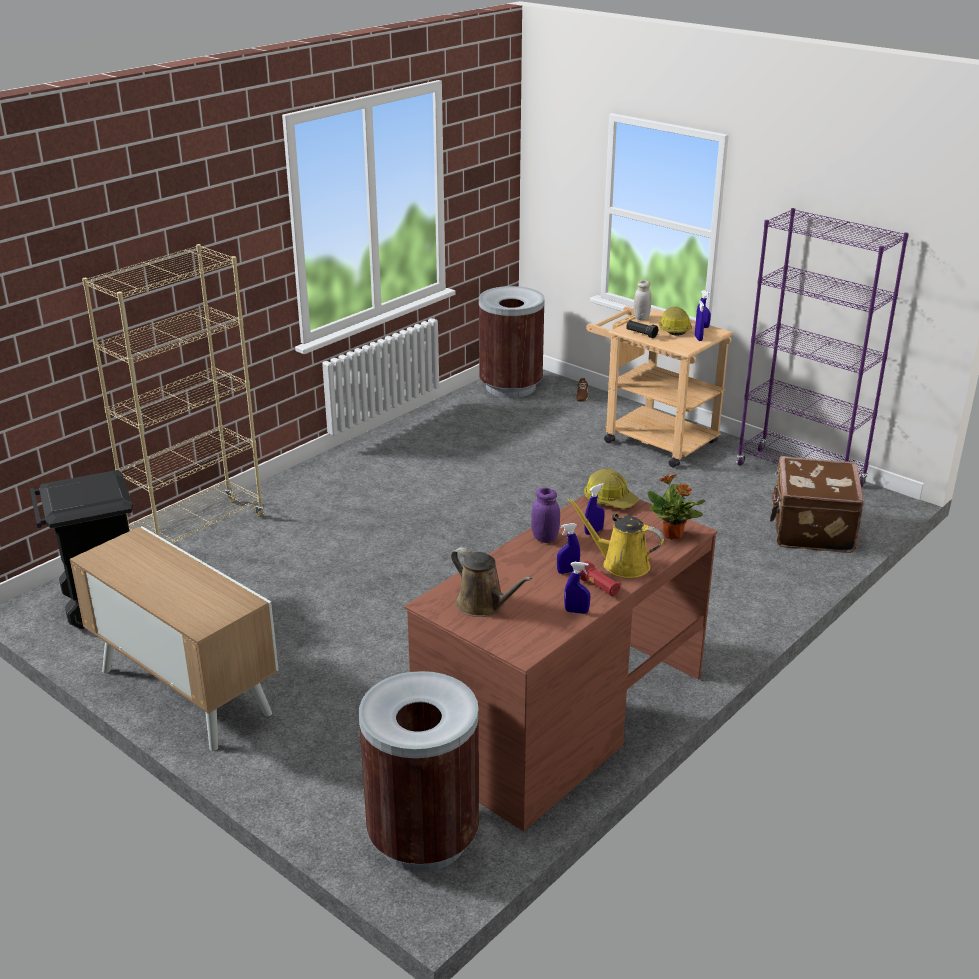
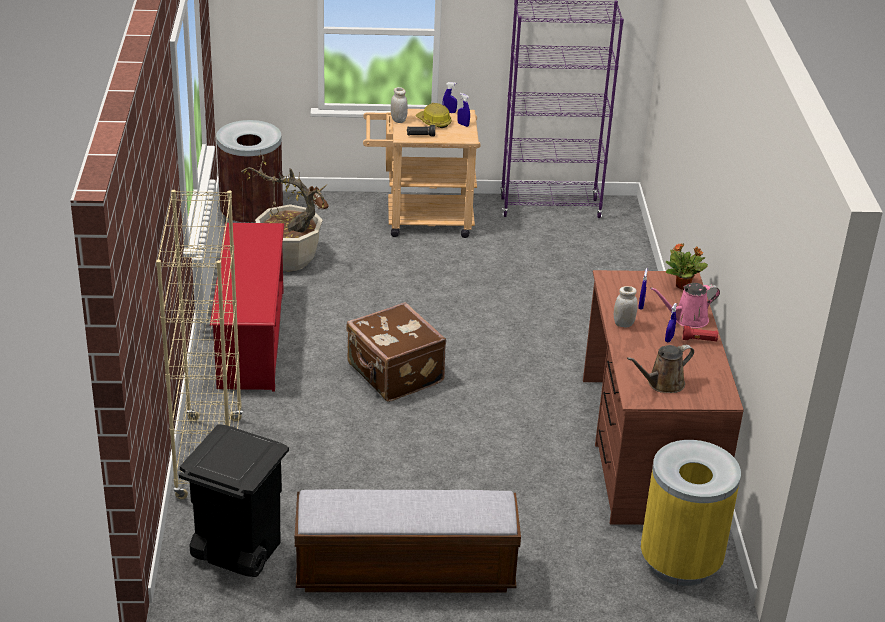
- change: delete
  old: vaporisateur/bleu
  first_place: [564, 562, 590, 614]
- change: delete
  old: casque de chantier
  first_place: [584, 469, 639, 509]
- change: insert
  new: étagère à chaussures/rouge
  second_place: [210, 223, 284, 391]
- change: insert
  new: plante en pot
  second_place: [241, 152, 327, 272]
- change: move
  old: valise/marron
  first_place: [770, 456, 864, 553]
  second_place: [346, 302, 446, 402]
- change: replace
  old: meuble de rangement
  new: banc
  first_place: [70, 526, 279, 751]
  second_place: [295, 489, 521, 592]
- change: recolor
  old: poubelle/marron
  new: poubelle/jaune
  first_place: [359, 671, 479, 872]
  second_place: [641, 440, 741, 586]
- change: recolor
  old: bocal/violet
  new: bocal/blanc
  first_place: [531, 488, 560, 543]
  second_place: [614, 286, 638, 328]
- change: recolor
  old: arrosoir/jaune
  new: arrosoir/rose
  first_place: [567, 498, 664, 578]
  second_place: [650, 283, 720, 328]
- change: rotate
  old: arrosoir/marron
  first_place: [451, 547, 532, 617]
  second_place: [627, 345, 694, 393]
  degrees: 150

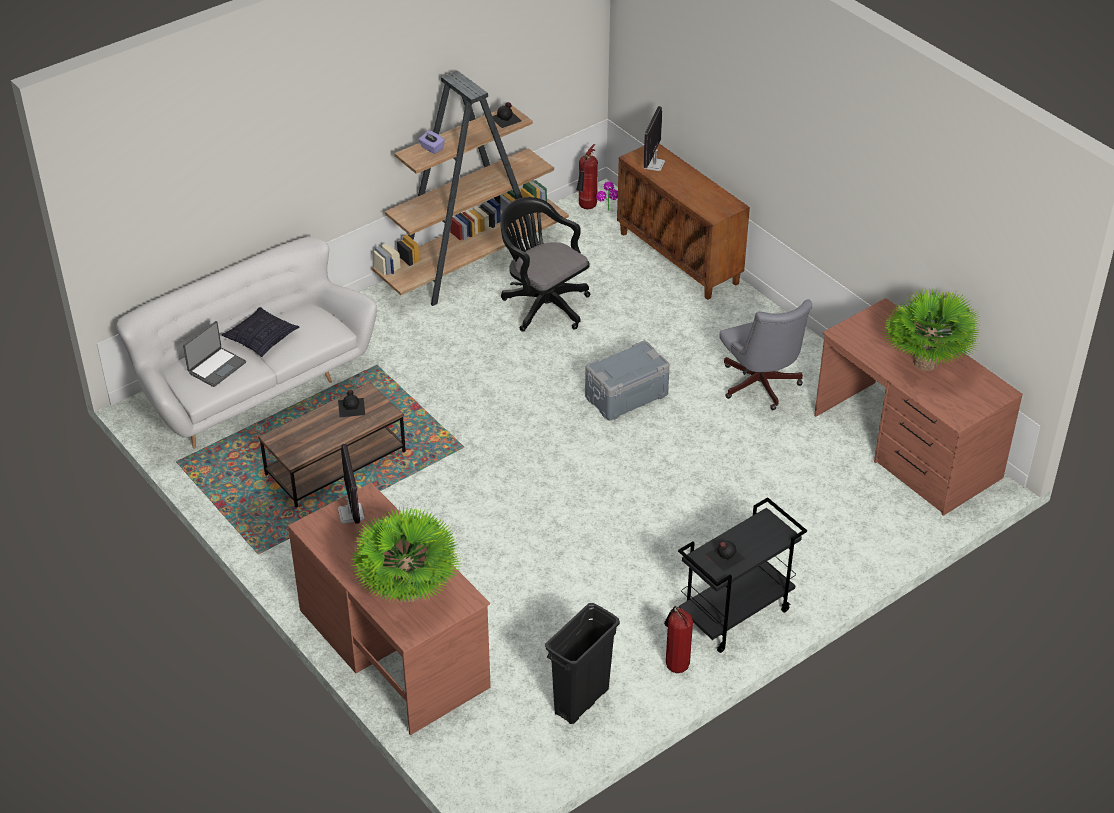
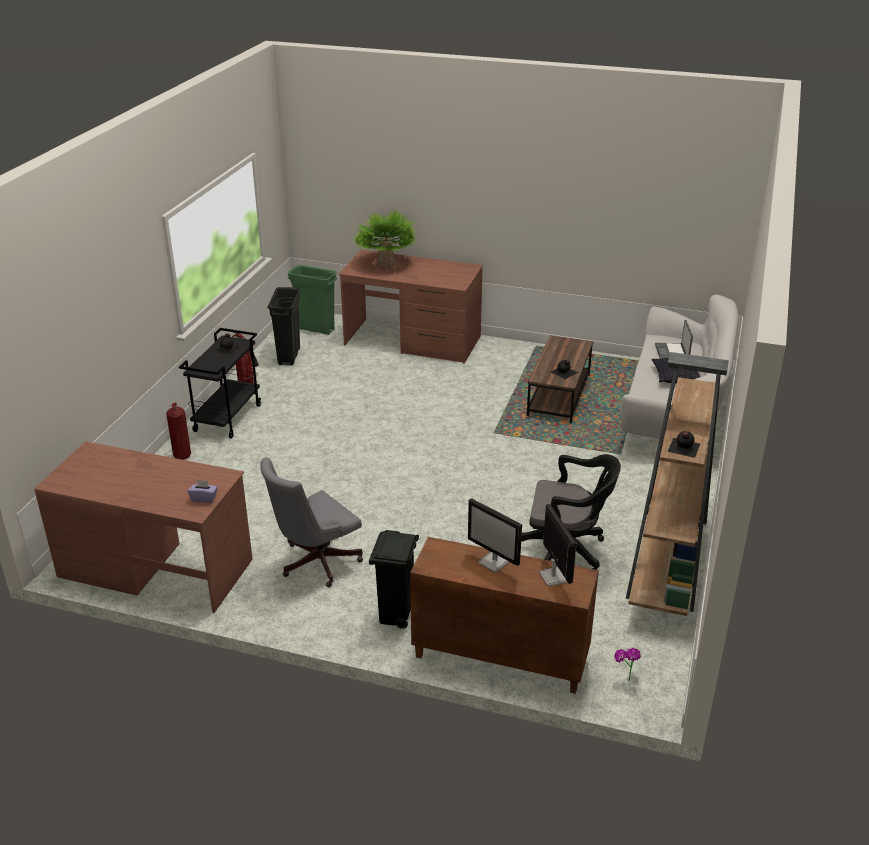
- change: delete
  old: boîte de rangement/gris
  first_place: [585, 341, 670, 420]
- change: delete
  old: plante en pot
  first_place: [883, 288, 980, 371]
- change: insert
  new: poubelle/vert
  second_place: [288, 265, 337, 335]
- change: insert
  new: poubelle/noir
  second_place: [369, 530, 419, 629]
- change: move
  old: écran d'ordinateur
  first_place: [338, 444, 365, 524]
  second_place: [468, 498, 522, 572]
- change: move
  old: boîte à mouchoirs/violet
  first_place: [418, 131, 445, 154]
  second_place: [187, 480, 218, 503]
- change: move
  old: extincteur
  first_place: [576, 144, 598, 209]
  second_place: [166, 403, 191, 460]
- change: rotate
  old: chaise de bureau/gris
  first_place: [720, 299, 812, 410]
  second_place: [260, 458, 363, 587]
  degrees: -75

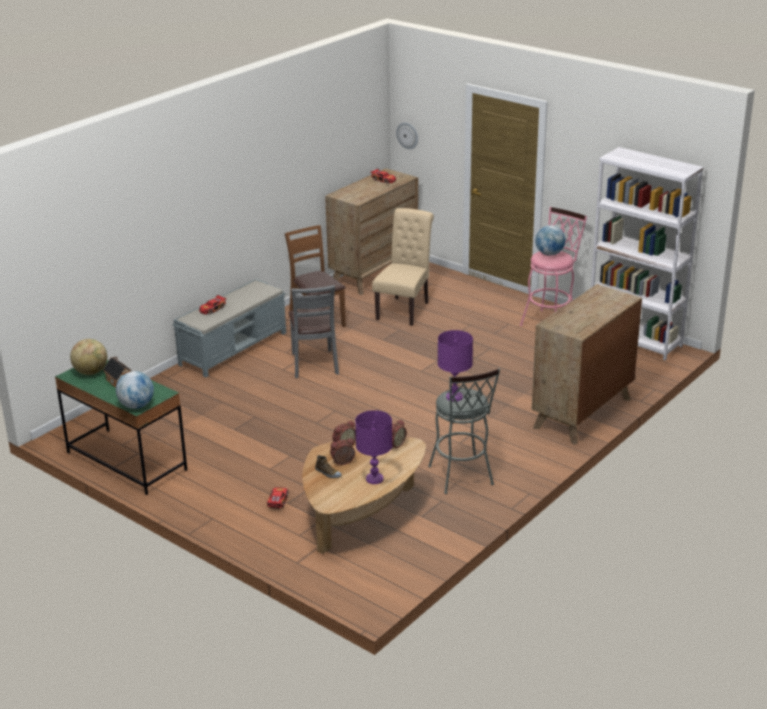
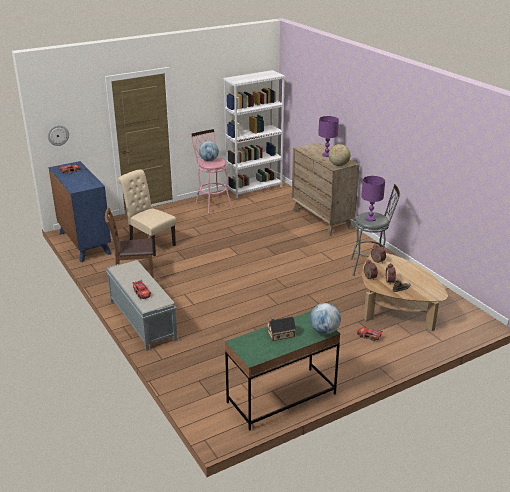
- change: delete
  old: chaise/gris
  first_place: [289, 285, 339, 378]
- change: move
  old: globe
  first_place: [70, 339, 107, 375]
  second_place: [329, 144, 350, 166]
- change: move
  old: lampe de table/violet
  first_place: [355, 410, 392, 484]
  second_place: [318, 116, 339, 157]
- change: recolor
  old: commode/marron
  new: commode/bleu
  first_place: [325, 168, 418, 295]
  second_place: [49, 161, 112, 262]

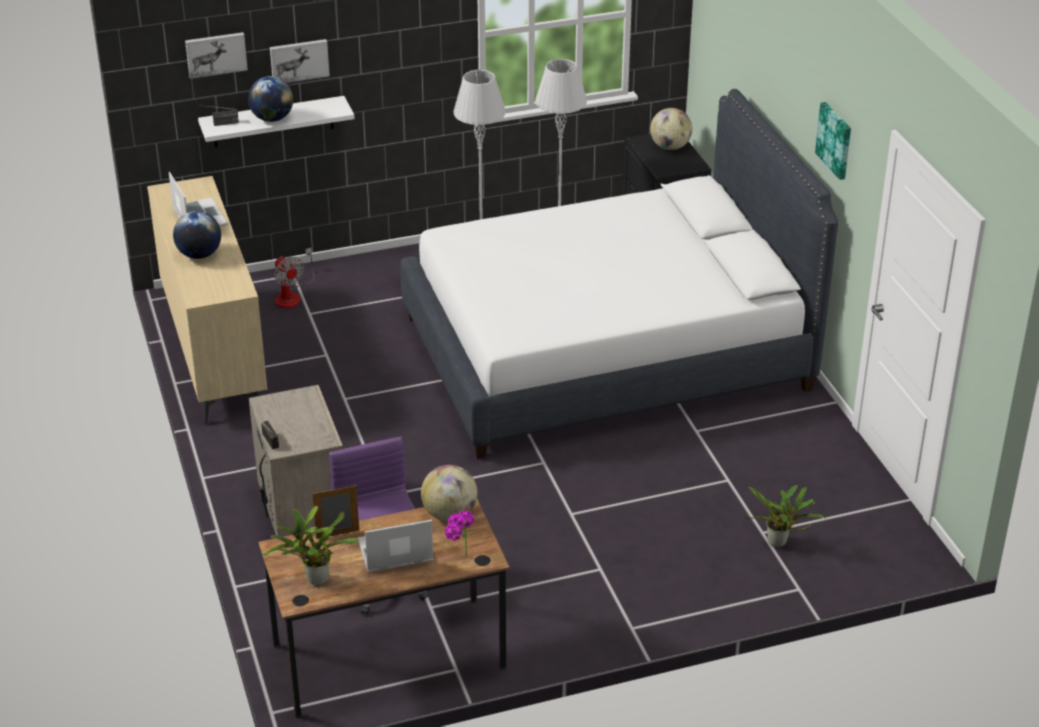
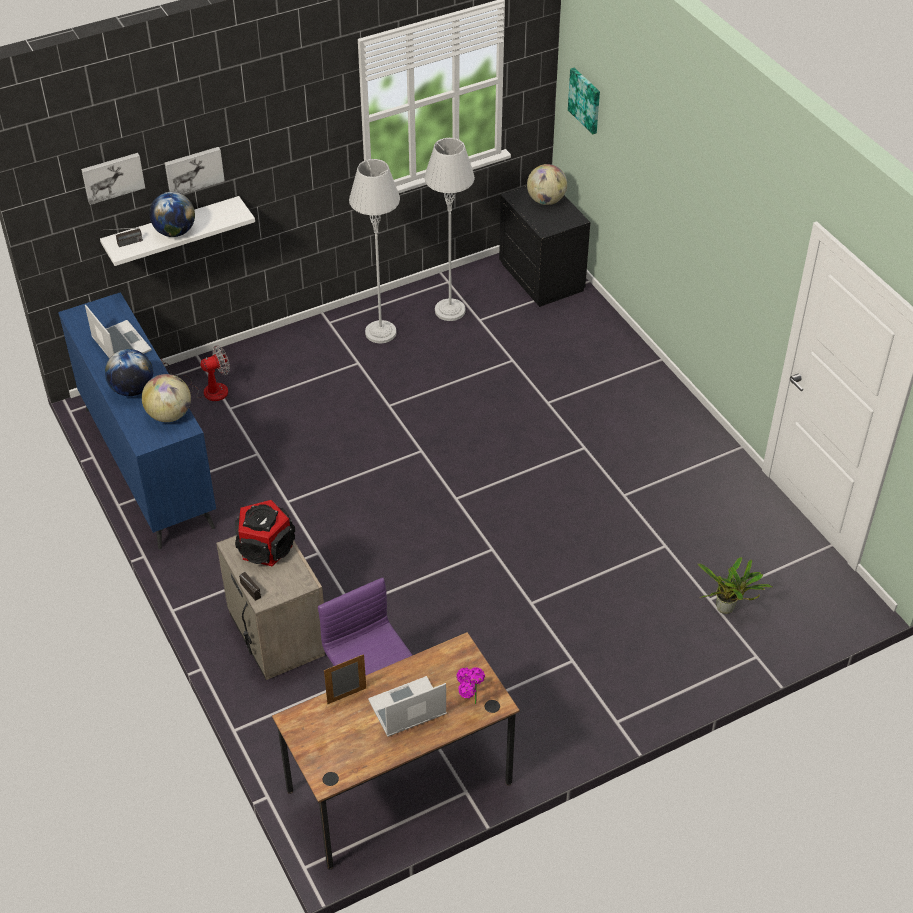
- change: delete
  old: plante en pot
  first_place: [264, 506, 359, 586]
- change: delete
  old: lit/blanc
  first_place: [400, 89, 838, 459]
- change: insert
  new: enceinte
  second_place: [235, 500, 295, 567]
- change: move
  old: globe
  first_place: [421, 465, 477, 521]
  second_place: [142, 374, 191, 422]
- change: move
  old: tableau
  first_place: [815, 102, 851, 180]
  second_place: [568, 68, 600, 134]
- change: recolor
  old: commode/beige
  new: commode/bleu
  first_place: [147, 176, 267, 425]
  second_place: [58, 292, 216, 550]
- change: rotate
  old: ventilateur
  first_place: [274, 248, 314, 308]
  second_place: [161, 345, 230, 401]
  degrees: -75

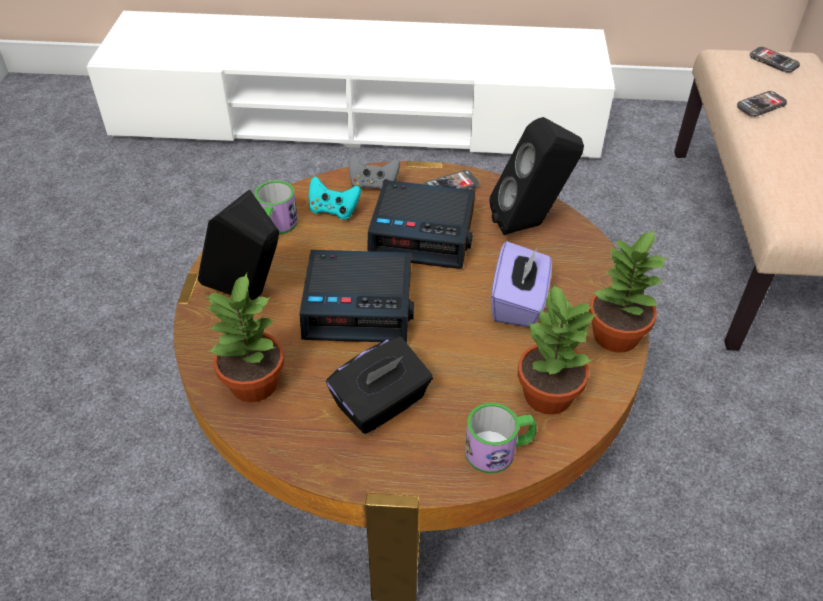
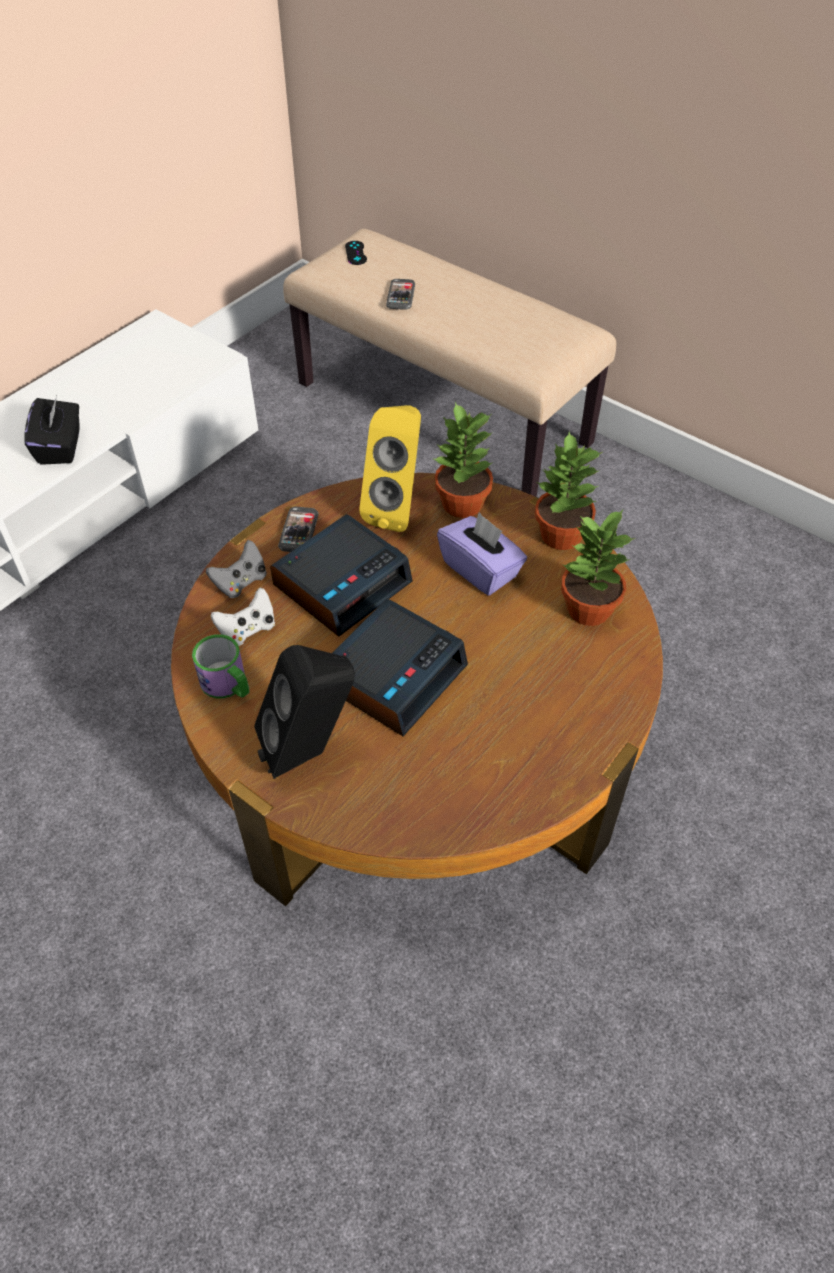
- change: delete
  old: mug
  first_place: [465, 403, 537, 474]
- change: move
  old: plante en pot
  first_place: [205, 273, 284, 402]
  second_place: [432, 402, 493, 518]
- change: move
  old: boîte à mouchoirs/noir
  first_place: [326, 336, 433, 434]
  second_place: [25, 396, 80, 465]
- change: replace
  old: téléphone
  new: manette/noir
  first_place: [750, 47, 800, 73]
  second_place: [345, 241, 367, 265]
- change: recolor
  old: manette/turquoise
  new: manette/blanc
  first_place: [309, 176, 361, 220]
  second_place: [211, 587, 275, 646]
- change: recolor
  old: enceinte/noir
  new: enceinte/jaune
  first_place: [489, 117, 584, 235]
  second_place: [359, 405, 421, 532]

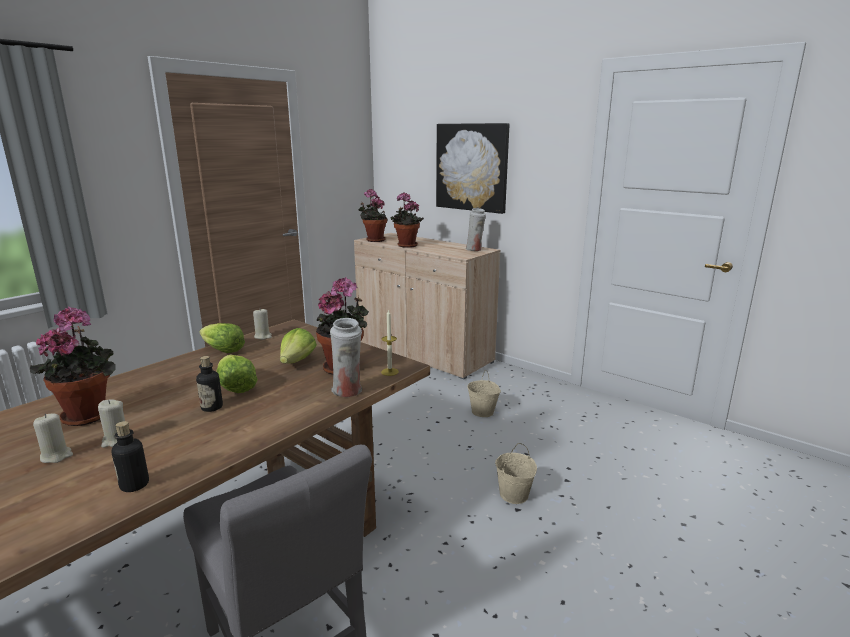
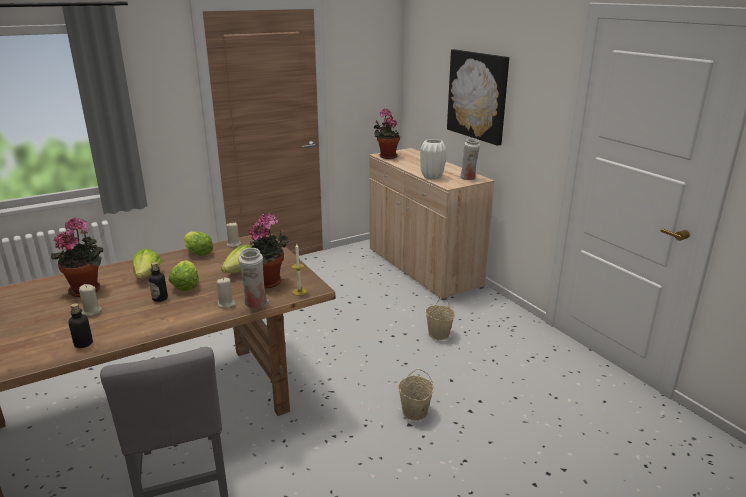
- change: delete
  old: plante en pot
  first_place: [391, 192, 424, 248]
- change: insert
  new: laitue
  second_place: [133, 249, 162, 279]
- change: insert
  new: vase/blanc
  second_place: [420, 139, 446, 179]
- change: move
  old: bougie/beige
  first_place: [33, 414, 73, 463]
  second_place: [217, 278, 236, 308]

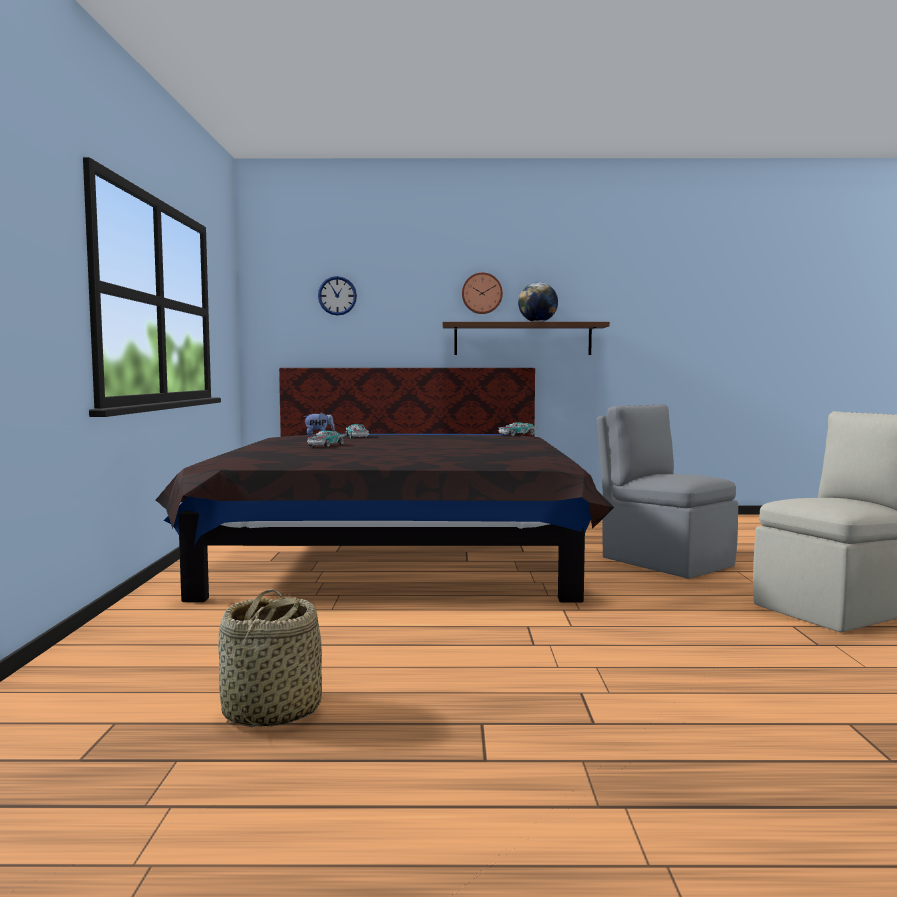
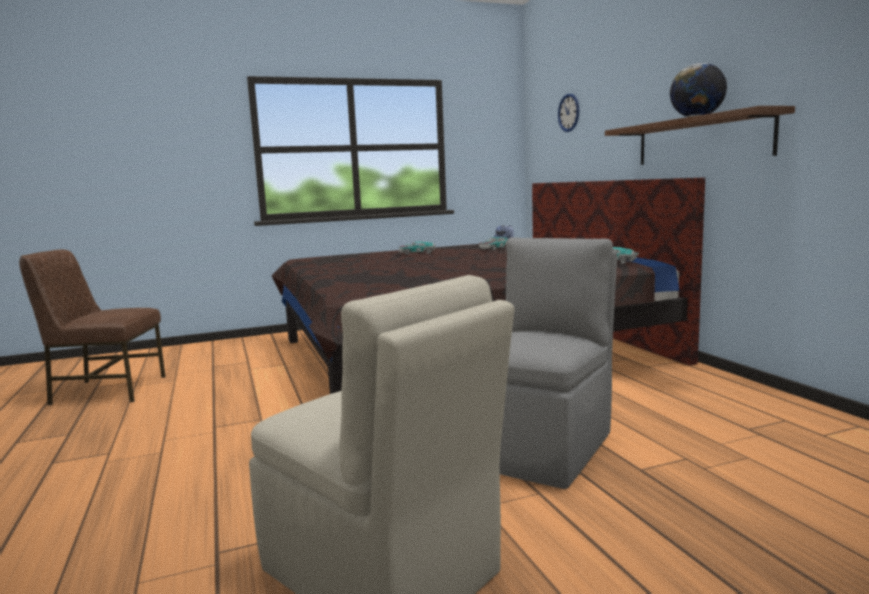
- change: delete
  old: horloge murale
  first_place: [462, 272, 503, 314]
- change: replace
  old: panier
  new: chaise/marron
  first_place: [218, 590, 322, 727]
  second_place: [19, 249, 166, 405]

